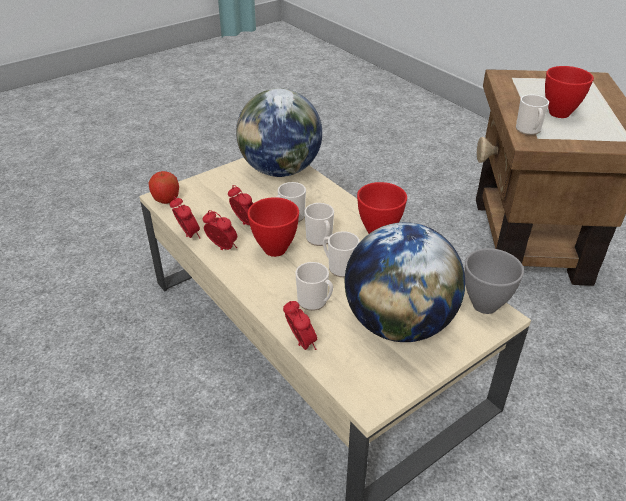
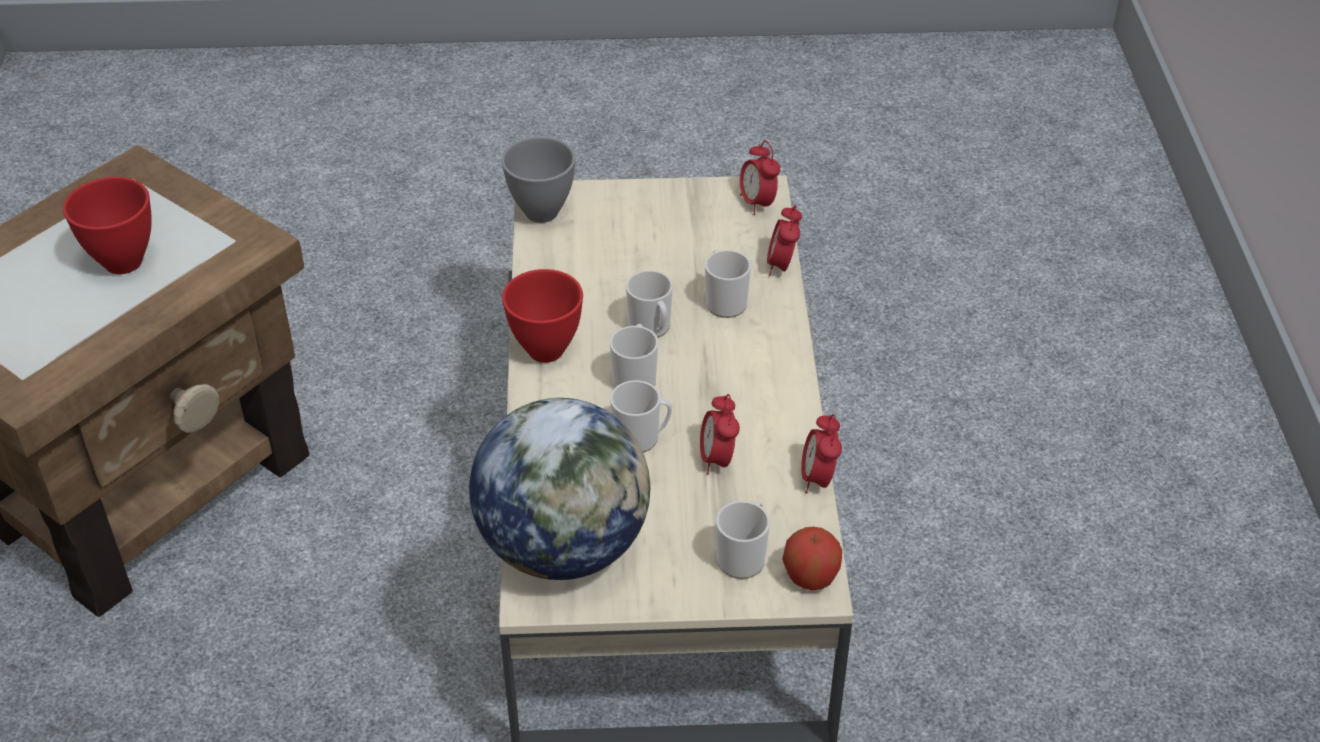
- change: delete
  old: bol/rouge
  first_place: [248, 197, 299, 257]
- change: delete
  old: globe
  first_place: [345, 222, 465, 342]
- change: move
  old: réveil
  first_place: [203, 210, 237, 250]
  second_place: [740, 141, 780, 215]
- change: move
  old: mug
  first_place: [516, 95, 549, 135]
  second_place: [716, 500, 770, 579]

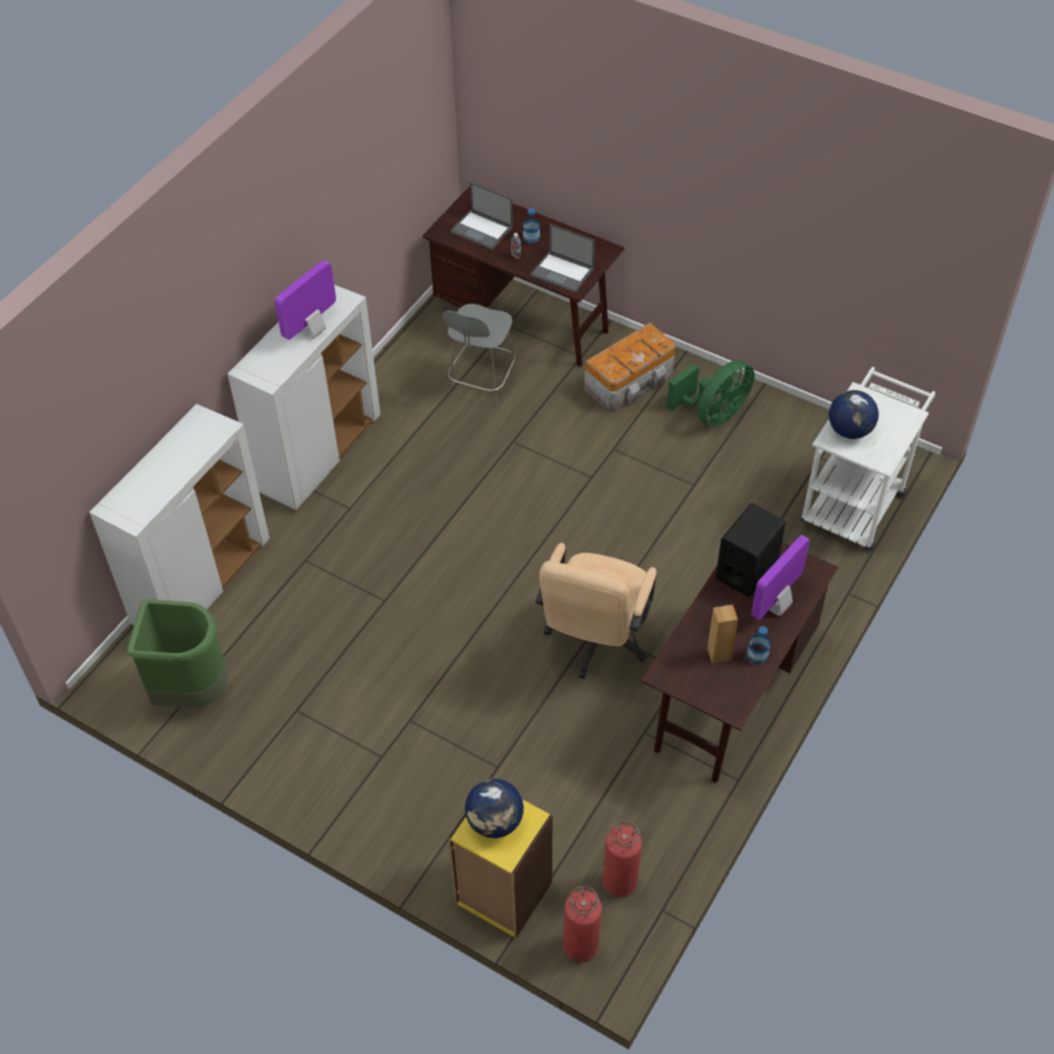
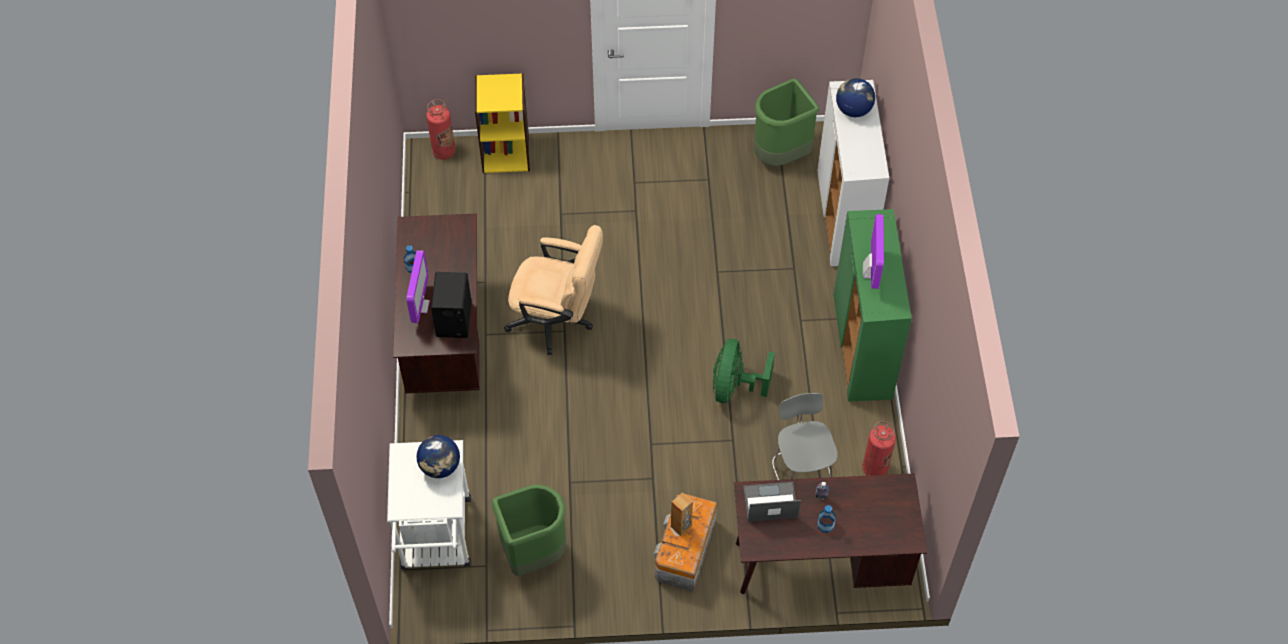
- change: delete
  old: ordinateur portable
  first_place: [450, 182, 513, 250]
- change: insert
  new: poubelle/vert
  second_place: [492, 485, 566, 576]
- change: move
  old: globe
  first_place: [465, 779, 524, 838]
  second_place: [836, 78, 875, 117]
- change: move
  old: extincteur
  first_place: [602, 820, 642, 897]
  second_place: [863, 421, 896, 476]
- change: move
  old: ventilateur/vert
  first_place: [667, 360, 755, 426]
  second_place: [713, 339, 775, 403]
- change: move
  old: enceinte/marron
  first_place: [707, 605, 738, 663]
  second_place: [671, 492, 693, 536]
- change: recolor
  old: meuble de rangement/blanc
  new: meuble de rangement/vert
  first_place: [227, 285, 381, 510]
  second_place: [834, 209, 912, 402]
- change: rotate
  old: chaise de bureau/beige
  first_place: [535, 543, 657, 679]
  second_place: [504, 225, 603, 355]
  degrees: 120

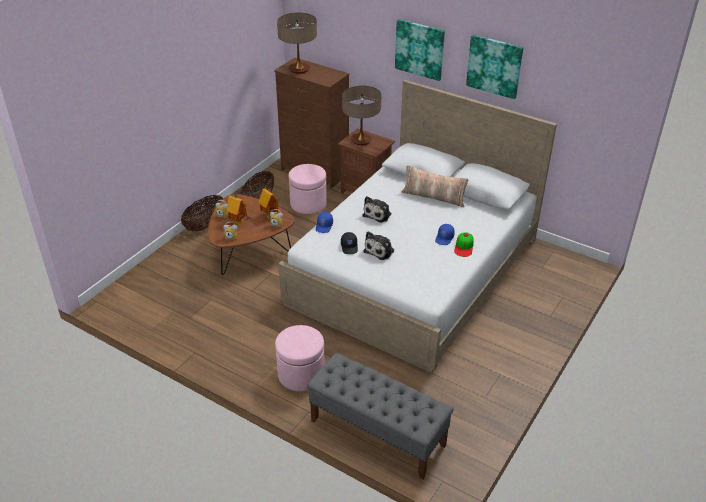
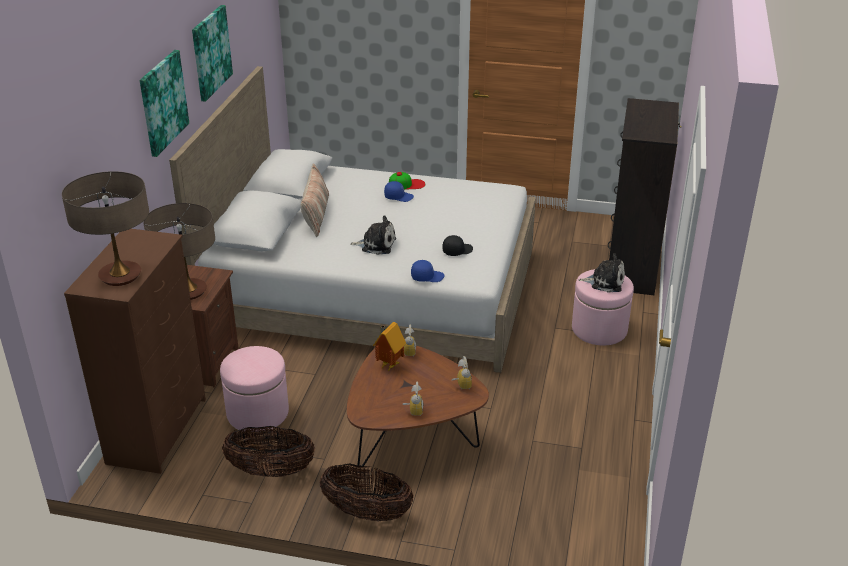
- change: delete
  old: maison miniature
  first_place: [226, 194, 247, 225]
- change: move
  old: peluche
  first_place: [363, 231, 394, 260]
  second_place: [579, 253, 625, 292]
- change: replace
  old: banc/gris
  new: commode/noir
  first_place: [307, 353, 454, 480]
  second_place: [608, 98, 682, 295]

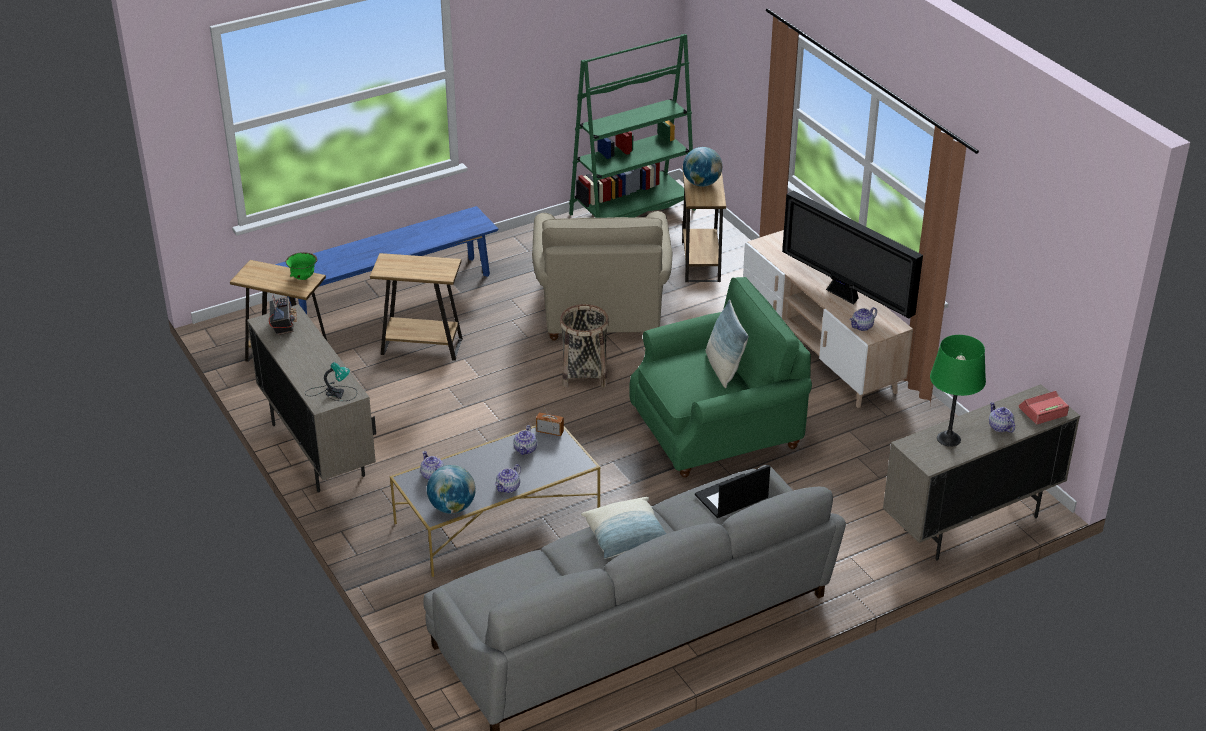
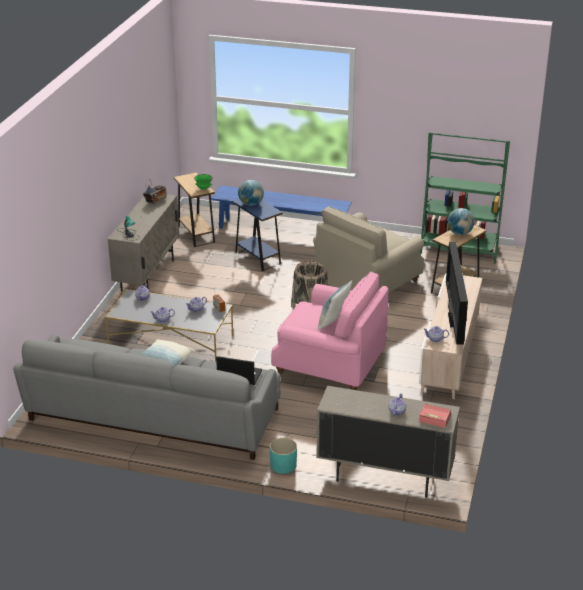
- change: delete
  old: lampe de table/vert
  first_place: [930, 335, 986, 447]
- change: insert
  new: cache-pot/turquoise
  second_place: [270, 438, 297, 474]
- change: move
  old: globe
  first_place: [427, 465, 476, 514]
  second_place: [238, 180, 264, 206]
- change: recolor
  old: table d'appoint/marron
  new: table d'appoint/bleu
  first_place: [370, 253, 463, 361]
  second_place: [232, 199, 283, 271]
- change: recolor
  old: fauteuil/vert
  new: fauteuil/rose
  first_place: [629, 277, 812, 478]
  second_place: [271, 272, 389, 390]

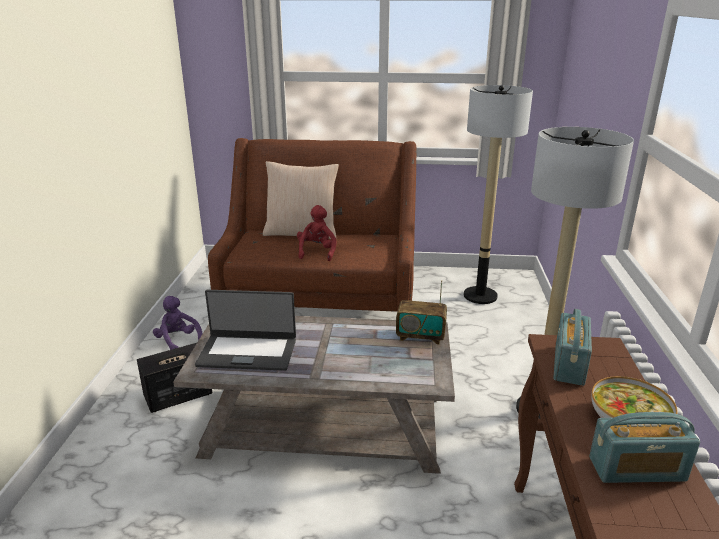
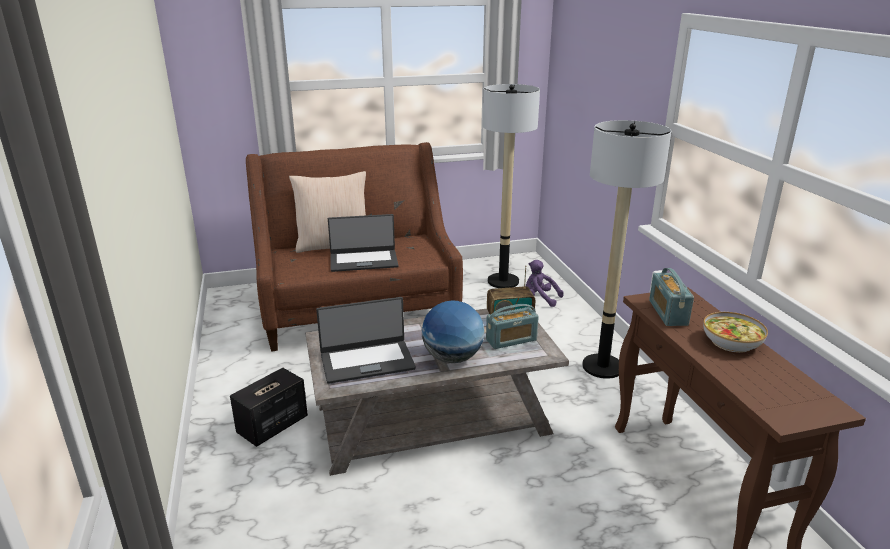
- change: insert
  new: globe
  second_place: [422, 301, 484, 363]
- change: move
  old: peluche/violet
  first_place: [153, 296, 203, 350]
  second_place: [526, 260, 564, 307]
- change: move
  old: radio
  first_place: [589, 412, 700, 483]
  second_place: [486, 304, 539, 349]
- change: replace
  old: peluche/rouge
  new: ordinateur portable
  first_place: [297, 205, 336, 261]
  second_place: [328, 214, 398, 272]

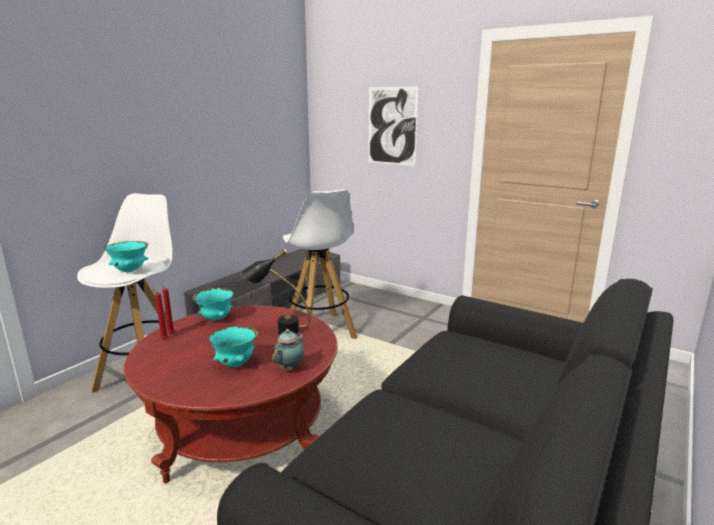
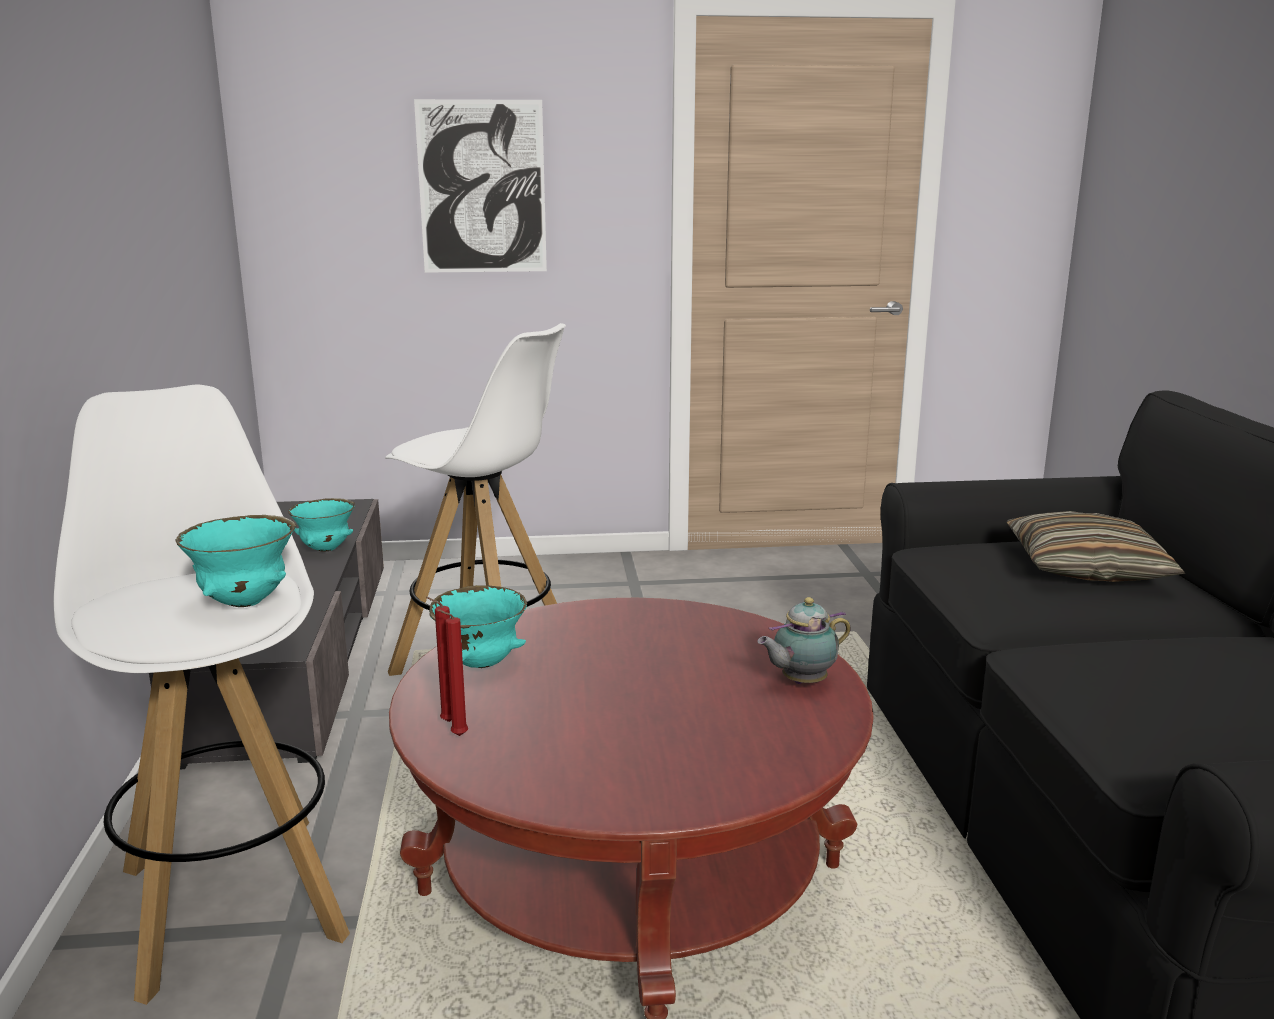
- change: delete
  old: lampe de table/noir
  first_place: [241, 249, 311, 335]
- change: insert
  new: coussin
  second_place: [1007, 511, 1185, 582]
- change: move
  old: bol/turquoise
  first_place: [208, 326, 258, 367]
  second_place: [288, 498, 355, 552]
- change: rotate
  old: théière
  first_place: [272, 329, 305, 371]
  second_place: [758, 597, 850, 684]
  degrees: -105

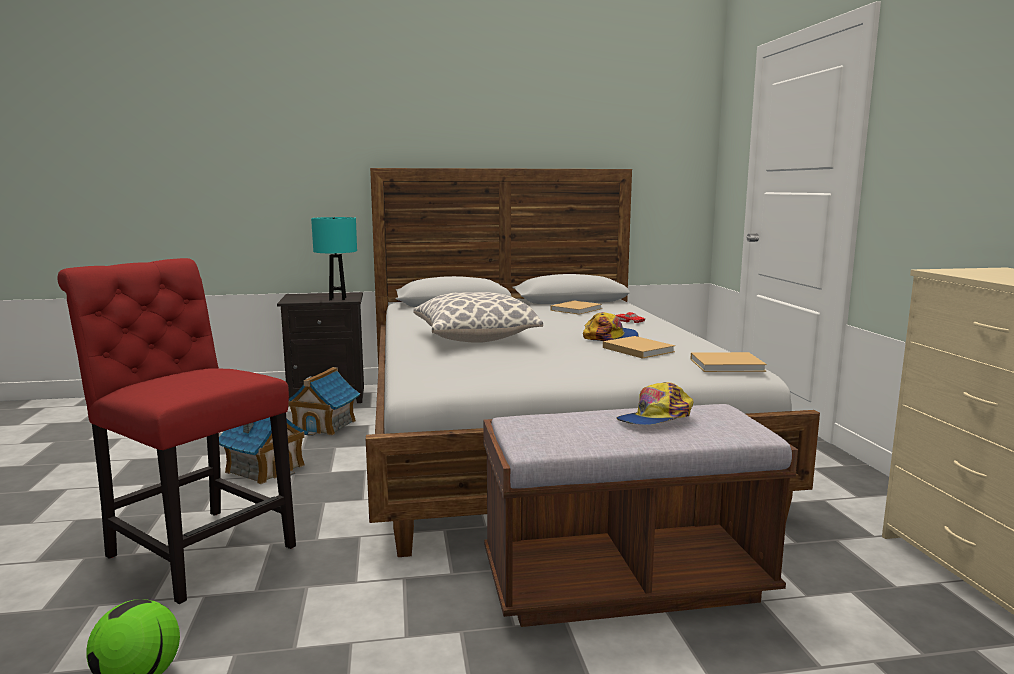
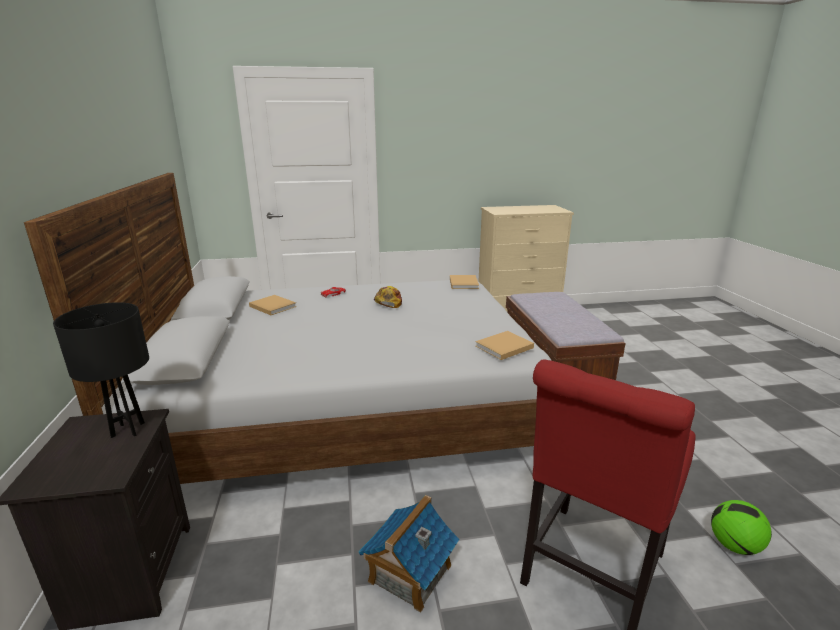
- change: delete
  old: maison miniature
  first_place: [288, 367, 360, 436]
- change: delete
  old: coussin
  first_place: [413, 292, 543, 343]
- change: delete
  old: casquette
  first_place: [616, 382, 693, 425]
- change: move
  old: livre/beige
  first_place: [603, 336, 675, 359]
  second_place: [475, 331, 534, 360]
- change: recolor
  old: lampe de table/turquoise
  new: lampe de table/noir
  first_place: [311, 217, 357, 300]
  second_place: [53, 302, 149, 438]

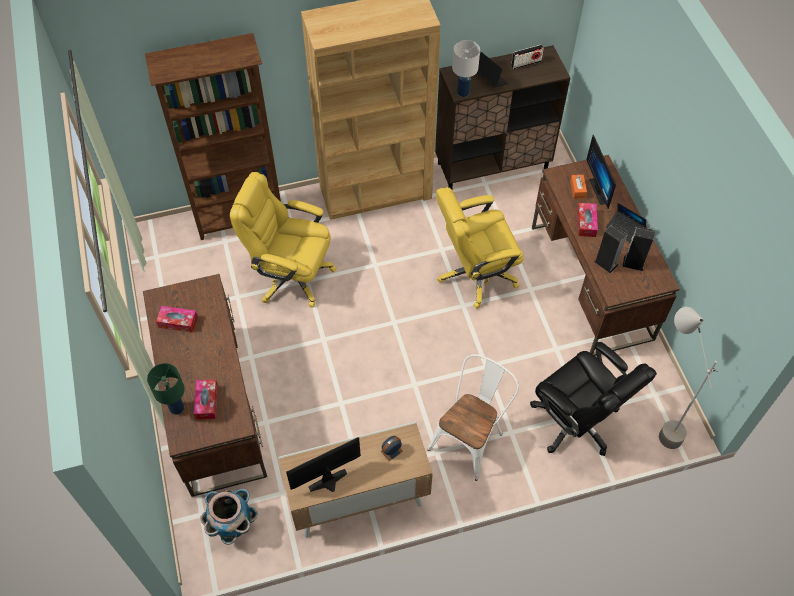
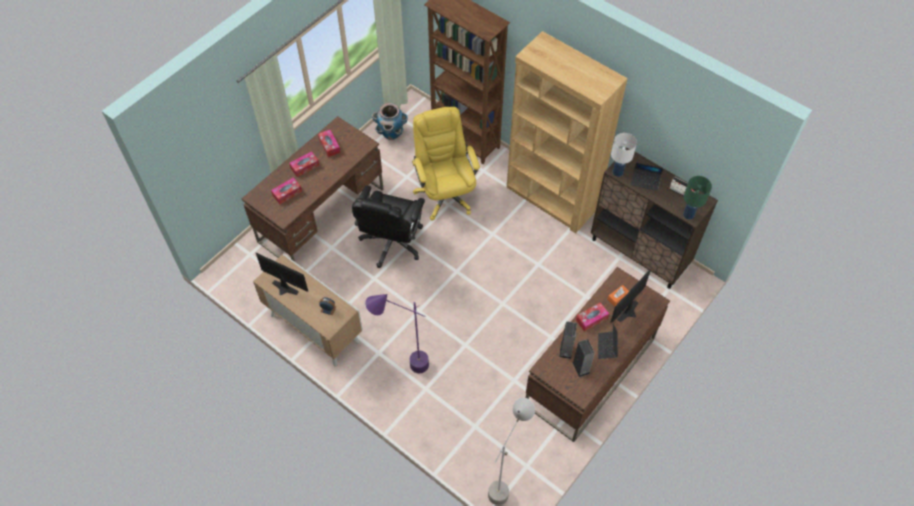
- change: delete
  old: chaise de bureau/jaune
  first_place: [436, 187, 524, 309]
- change: insert
  new: boîte à mouchoirs
  second_place: [289, 151, 320, 177]
- change: move
  old: lampe de table/vert
  first_place: [147, 363, 185, 415]
  second_place: [683, 176, 712, 220]
- change: move
  old: cache-pot
  first_place: [200, 489, 258, 545]
  second_place: [372, 103, 408, 140]
- change: move
  old: chaise de bureau/noir
  first_place: [530, 342, 657, 456]
  second_place: [352, 185, 425, 268]
- change: replace
  old: chaise/blanc
  new: lampadaire/violet
  first_place: [428, 354, 519, 481]
  second_place: [365, 294, 429, 373]
- change: rotate
  old: ordinateur portable
  first_place: [477, 52, 509, 87]
  second_place: [631, 163, 664, 191]
  degrees: 90

